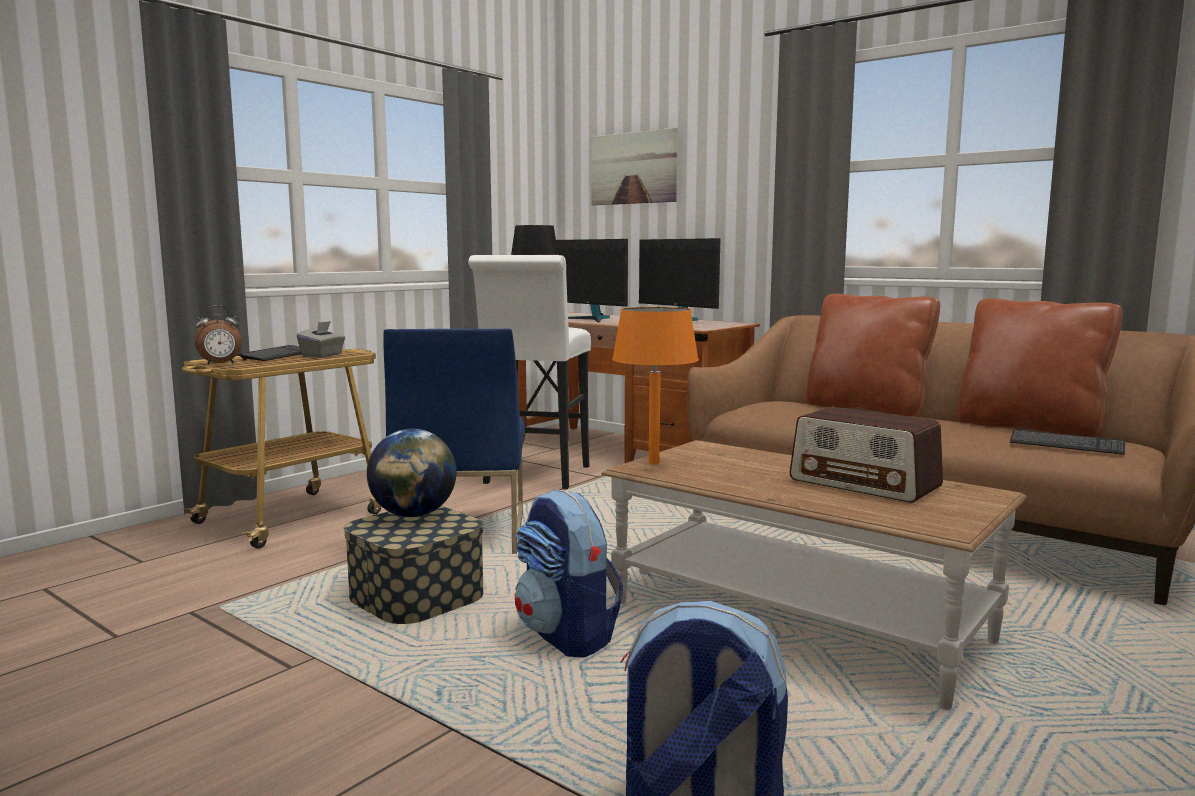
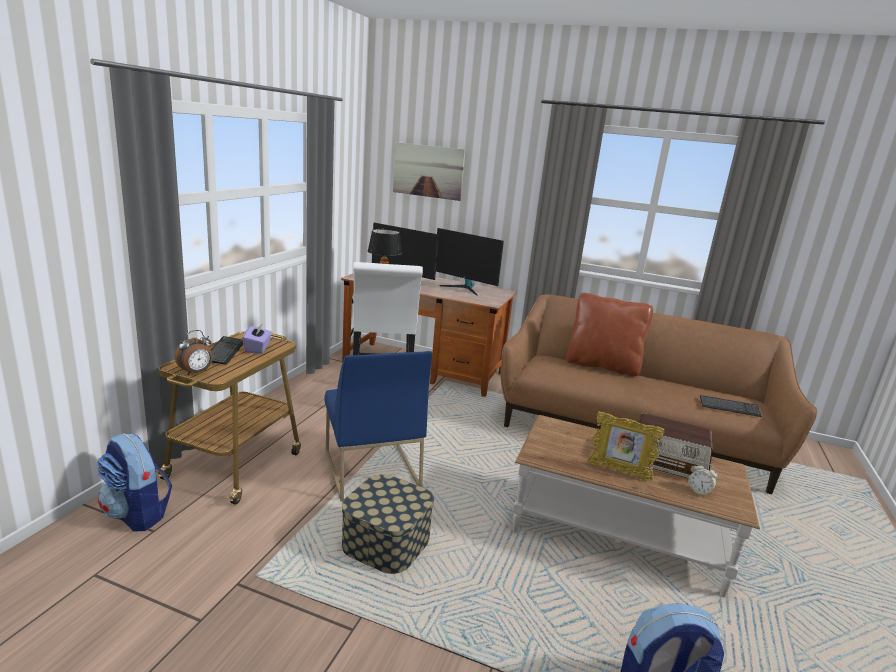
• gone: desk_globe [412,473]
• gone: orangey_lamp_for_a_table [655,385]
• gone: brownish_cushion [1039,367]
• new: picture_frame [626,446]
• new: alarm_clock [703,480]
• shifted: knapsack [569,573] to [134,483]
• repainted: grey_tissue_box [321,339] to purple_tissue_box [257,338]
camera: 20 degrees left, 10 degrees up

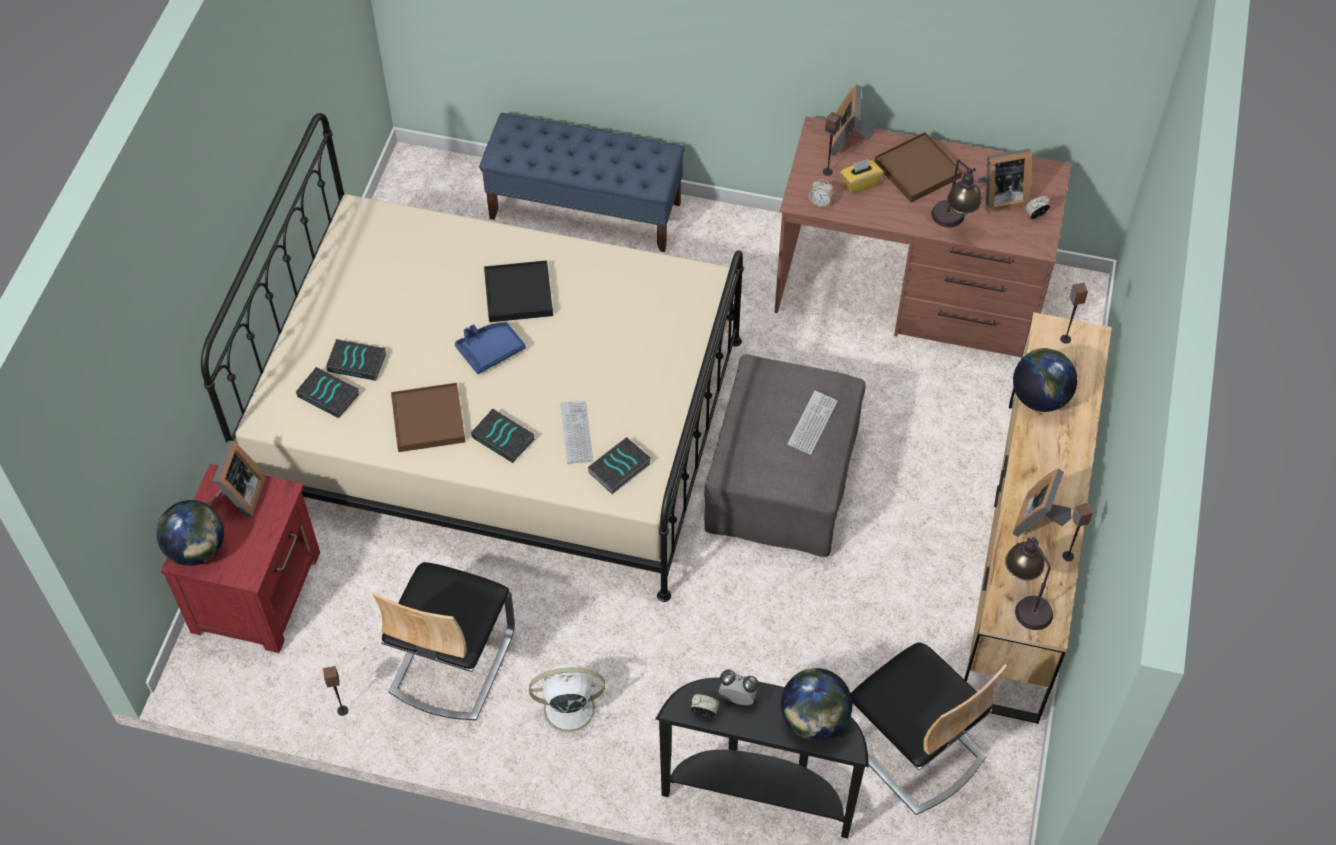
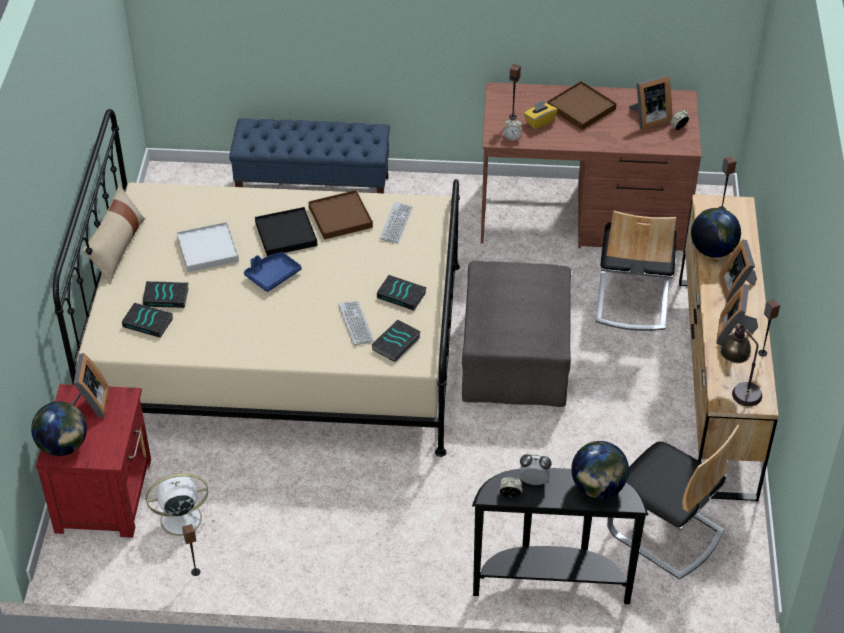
• gone: lamp_for_a_table [956,193]
• new: sand-coloured_cushion [113,234]
• new: whitish_serving_tray [208,247]
• shifted: plain_chair [443,641] to [636,271]
• shifted: brownish_serving_tray [428,417] to [340,215]
• shifted: volume [503,436] to [402,293]
• shifted: whitish_cooling_fan [569,704] to [180,509]
• shifted: keyboard [812,423] to [396,223]
• shifted: picture_frame [853,120] to [738,270]
camera: 10 degrees left, 10 degrees down

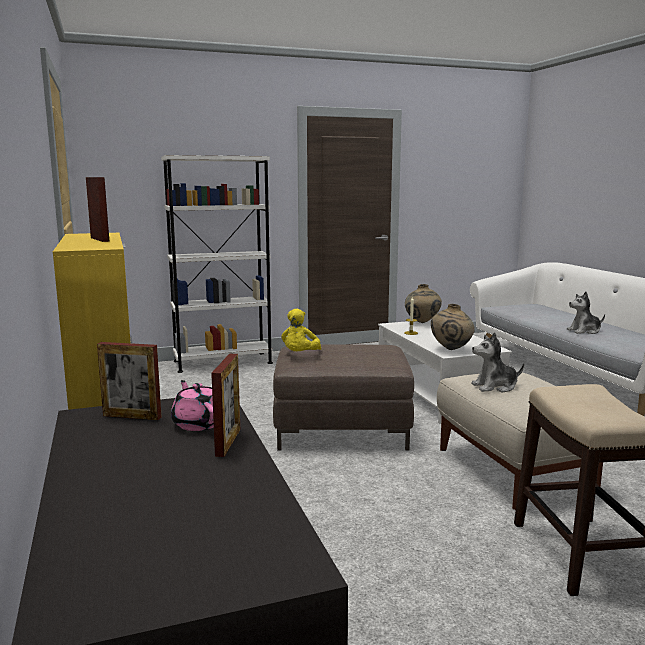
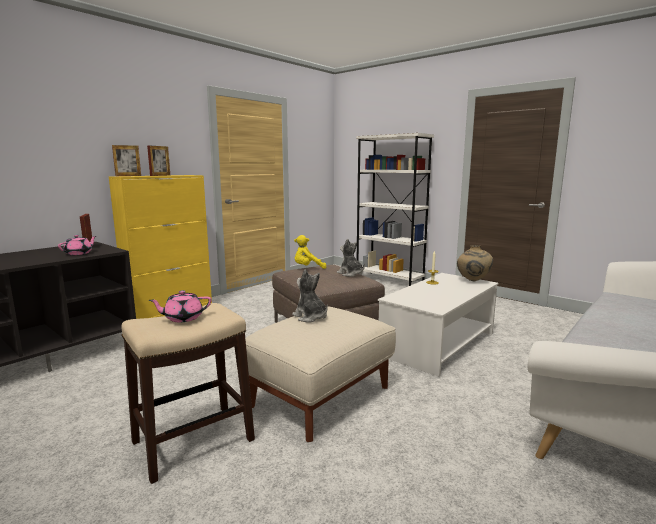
• gone: sand-coloured_decorative_vase [453,327]
• new: pinkish_pot_for_tea [180,306]
• shifted: picture_frame [225,405] to [126,160]
• shifted: plush_toy [586,312] to [351,257]
camera: 60 degrees right, 0 degrees up

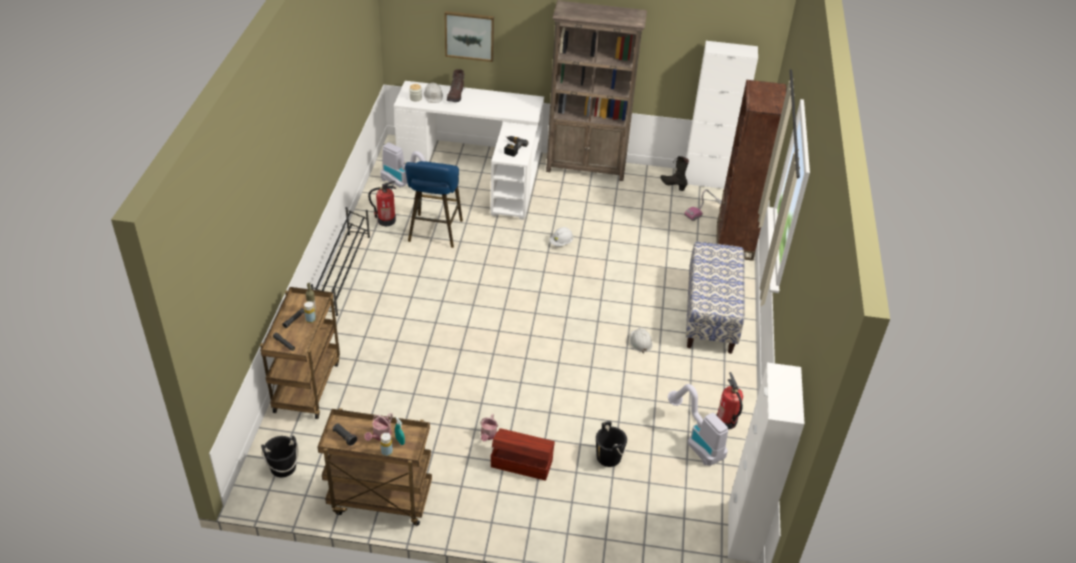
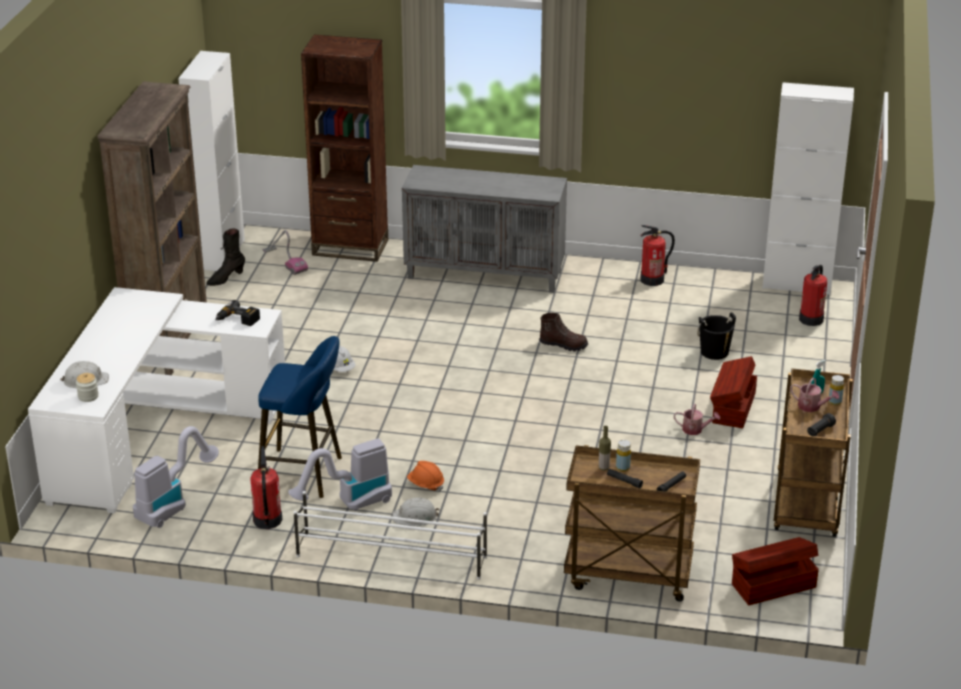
• gone: wall_picture [469,36]
• new: orangey_safety_helmet [425,476]
• new: extinguisher [813,295]
• shifted: brownish_tall_boot [456,85] to [563,332]
• shifted: whitish_safety_helmet [641,341] to [416,512]
• shifted: hoover [698,425] to [340,474]
• swapped: blackish_pail [280,456] to brownish_storage_bin [775,571]
• swapped: bench [715,298] to grey_cabinet [484,229]
• repainted: blackish_shoe_stand [340,261] to whitish_shoe_stand [390,535]
camera: 85 degrees left, 10 degrees down

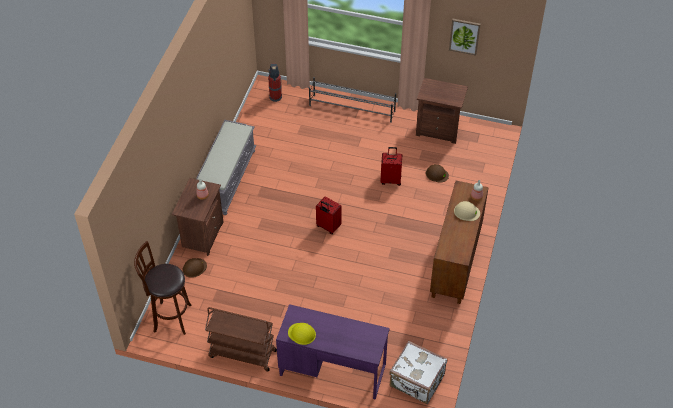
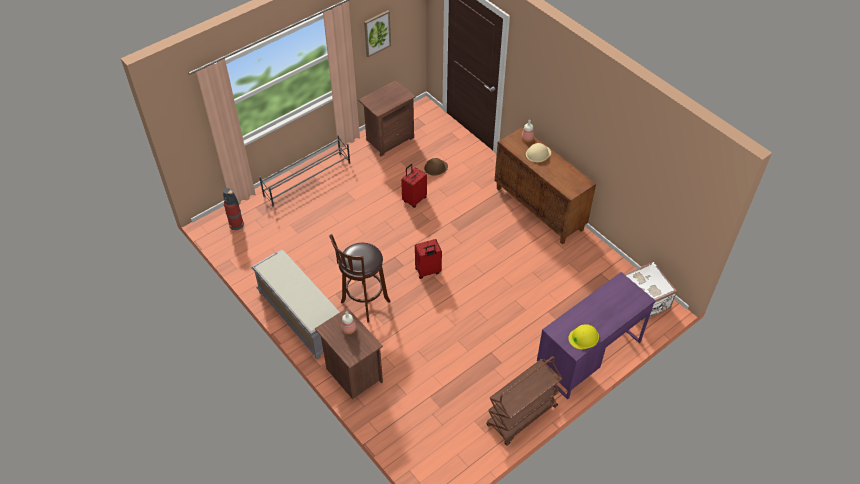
• gone: brownish_safety_helmet [194,268]
• shifted: brownish_stool [162,288] to [360,278]
camera: 55 degrees left, 0 degrees up

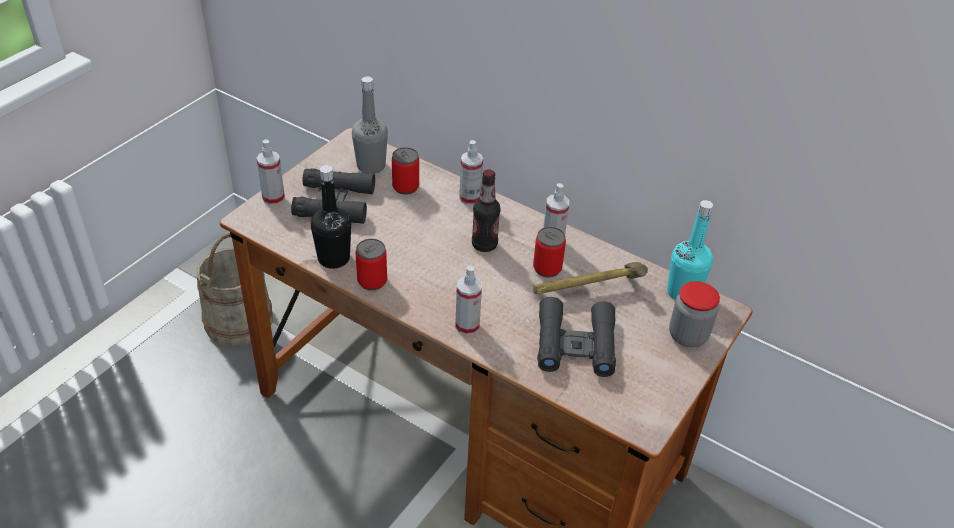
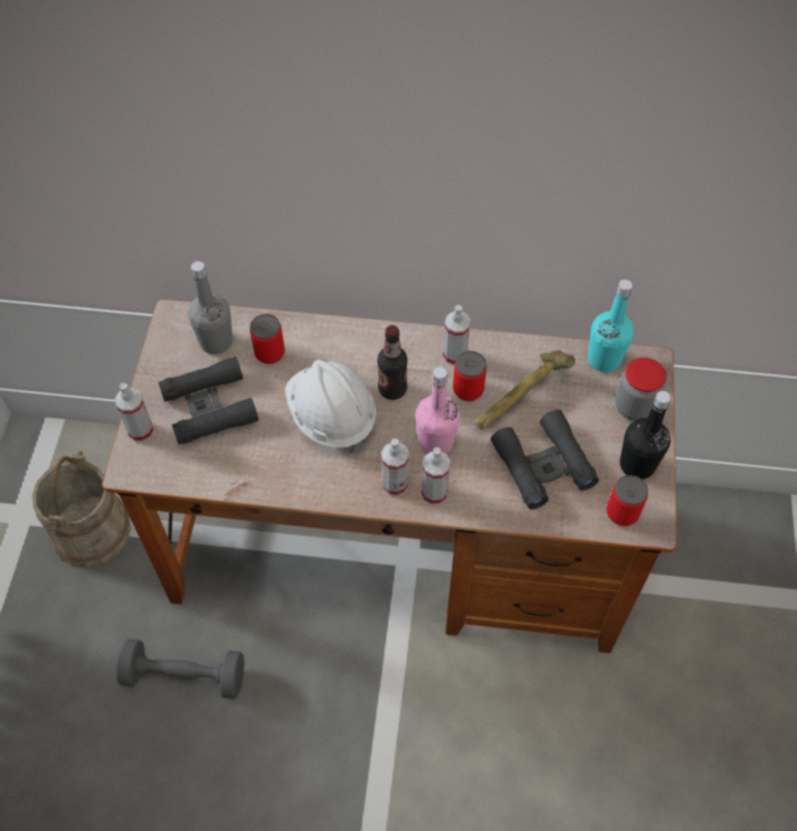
• new: grey_free_weight [180,669]
• new: whitish_safety_helmet [330,406]
• new: pinkish_bottle [437,410]
• shifted: blackish_bottle [331,217] to [645,435]
• shifted: metal_can [371,264] to [627,500]
• shifted: hand_sprayer [471,172] to [395,467]
camera: 25 degrees left, 15 degrees up

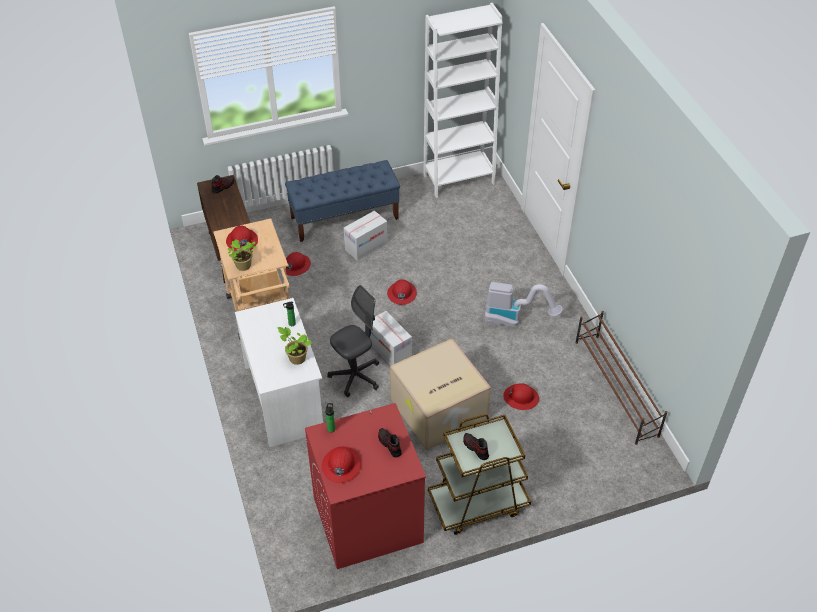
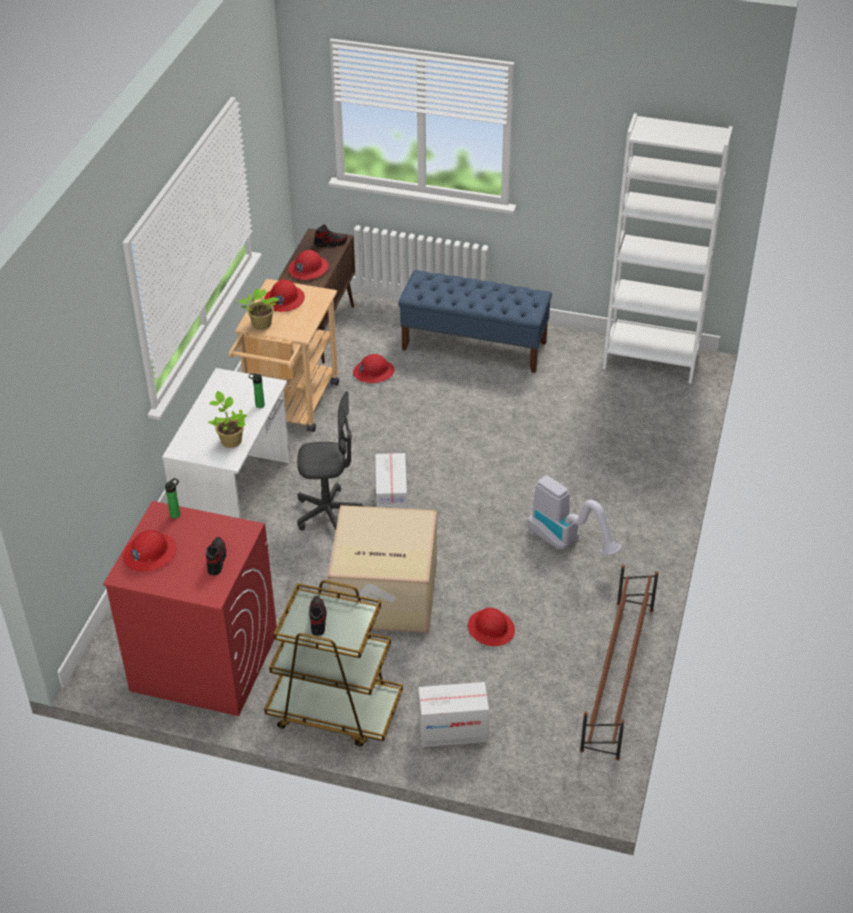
• shifted: packing_box [366,236] to [453,714]
• shifted: red_safety_helmet [402,292] to [309,265]
camera: 35 degrees right, 5 degrees down

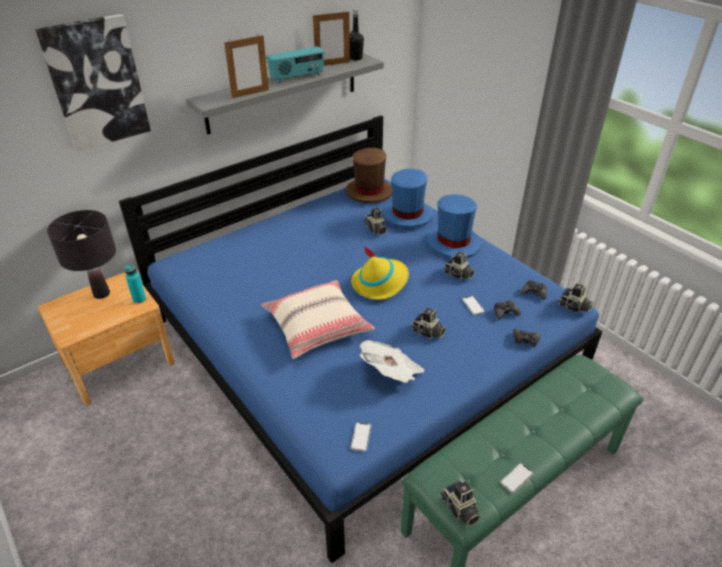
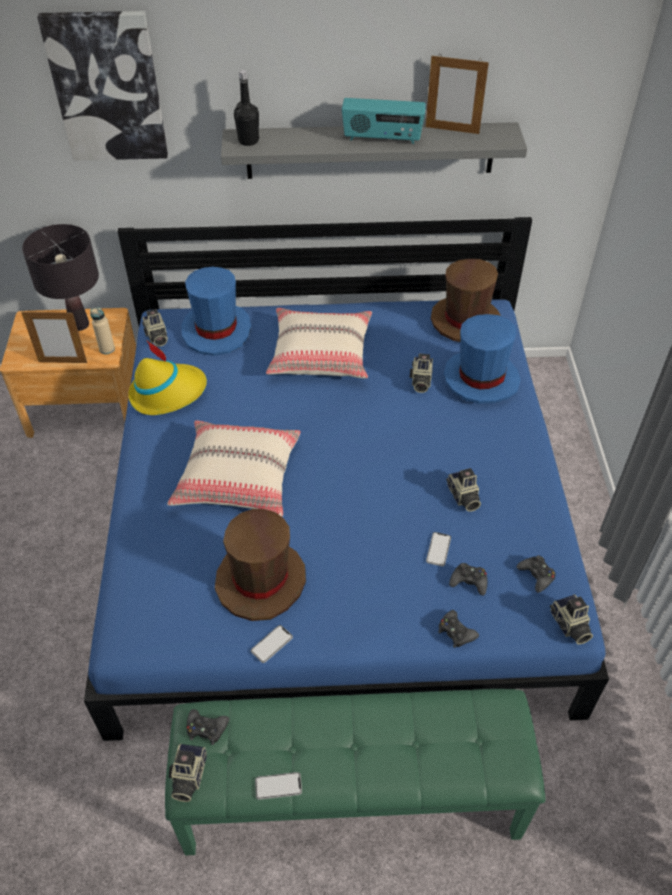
• new: blackish_gamepad [208,727]
• new: sand-coloured_cushion [319,343]
• shifted: picture_frame [246,66] to [54,336]
• shifted: blackish_bottle [356,34] to [246,108]
• shifted: phone [361,437] to [272,644]
• shifted: yellow-coloured_clothing_hat [380,273] to [167,377]
• shifted: photo_camera [428,323] to [155,328]
• shifted: bluish_clothing_hat [454,226] to [216,311]
• swapped: newspaper [391,361] to brownish_clothing_hat [260,565]
• repainted: turquoise-coloured_bottle [135,284] to sand-coloured_bottle [102,331]
camera: 35 degrees right, 10 degrees up

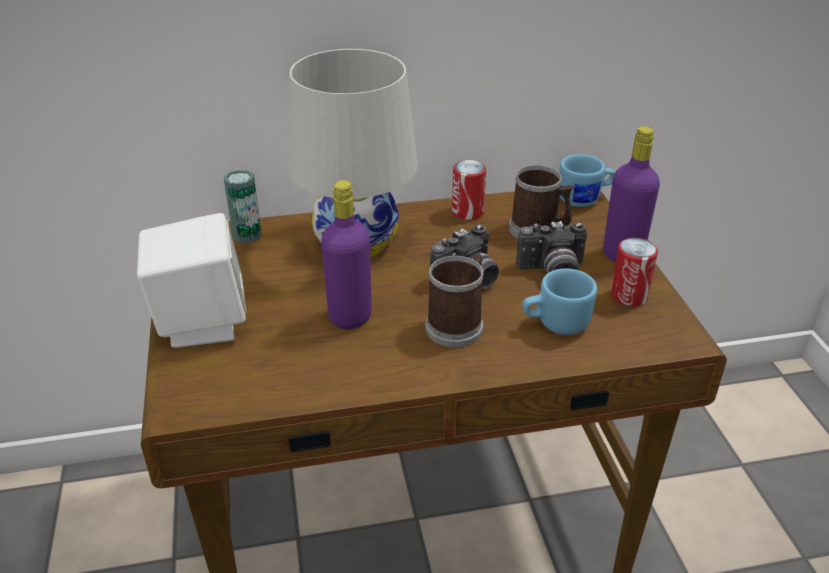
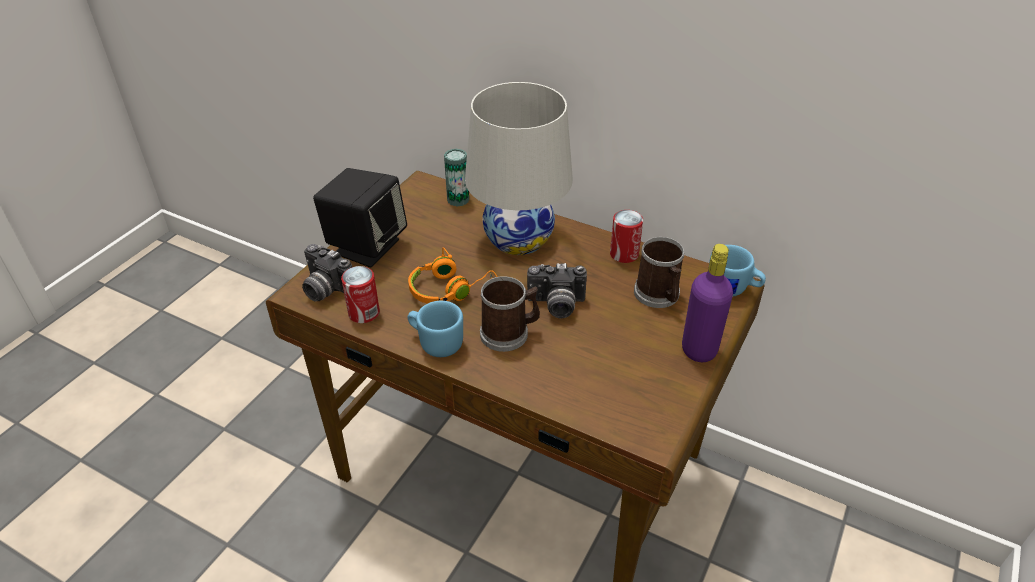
• shifted: photo_camera [551,247] to [327,273]
• shifted: bluish_tea_mug [559,301] to [435,329]
• shifted: metal_can [634,272] to [360,294]
• swapped: purple_bottle [346,255] to orangey_pair_of_headphones [452,275]
• repainted: whitish_loudspeaker [191,280] to blackish_loudspeaker [360,217]
camera: 40 degrees right, 5 degrees up

